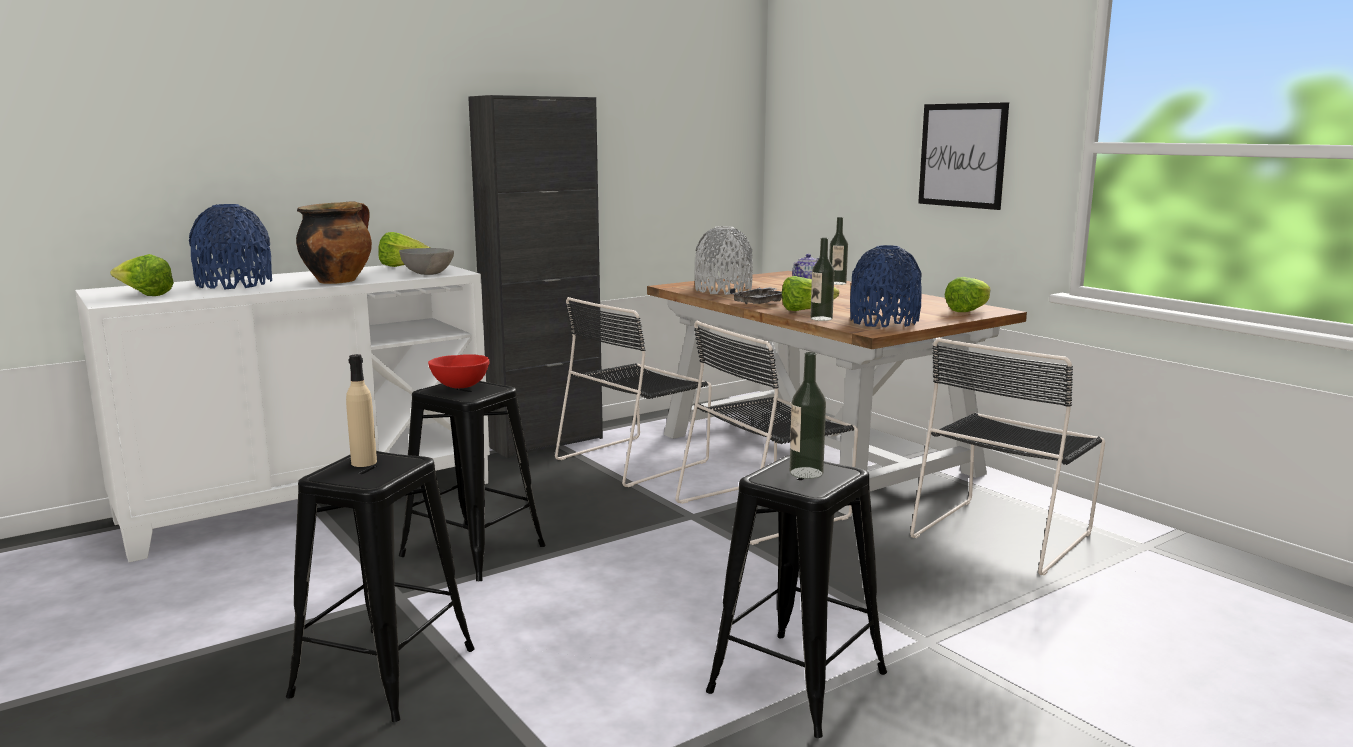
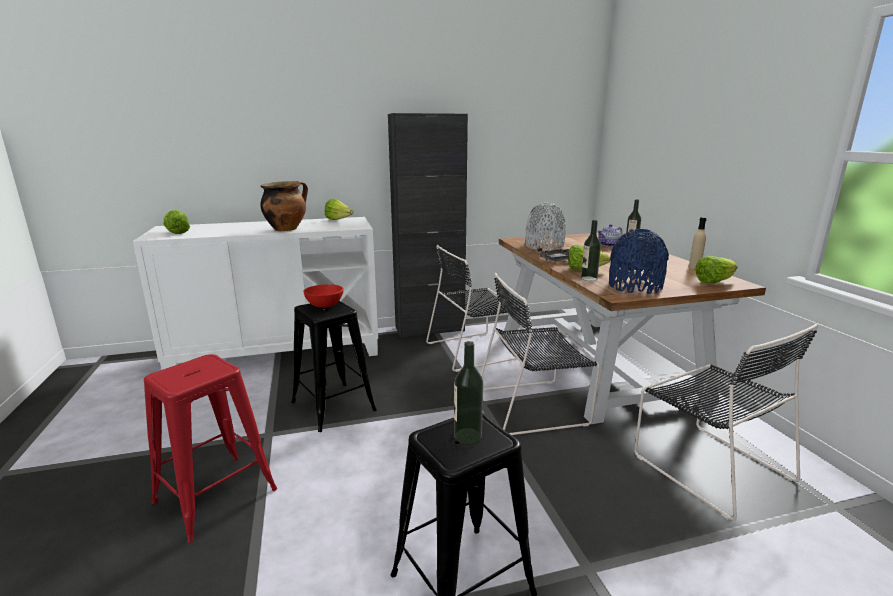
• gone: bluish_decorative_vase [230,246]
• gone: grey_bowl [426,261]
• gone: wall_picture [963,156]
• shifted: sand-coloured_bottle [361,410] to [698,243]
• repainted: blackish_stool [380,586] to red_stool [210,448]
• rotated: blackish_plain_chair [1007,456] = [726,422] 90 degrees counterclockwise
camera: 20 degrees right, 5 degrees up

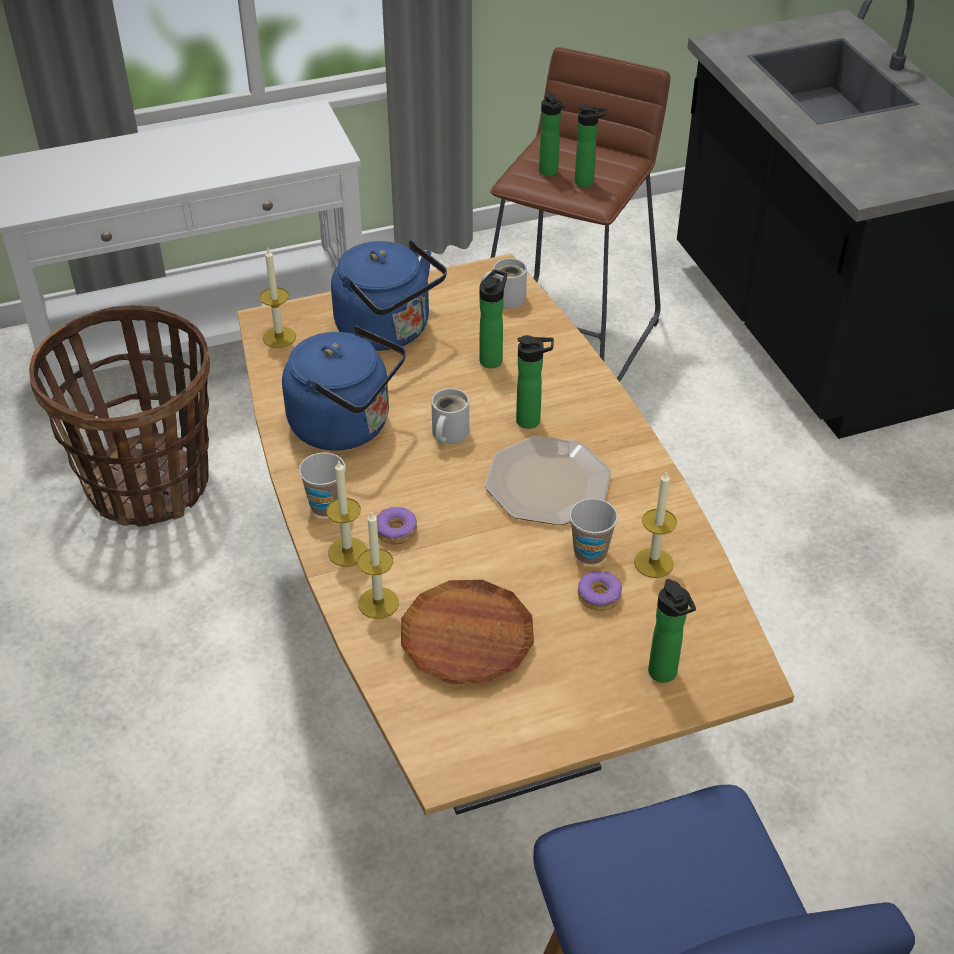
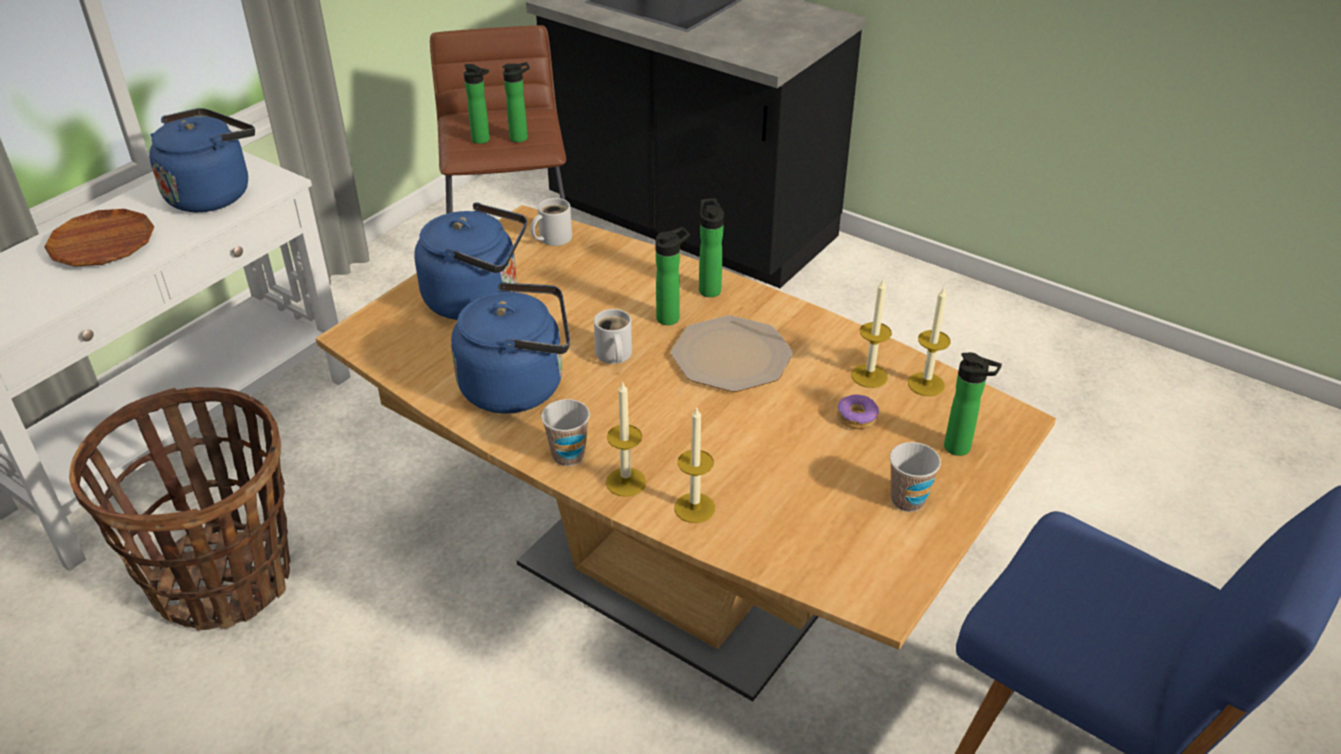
• gone: donut [396,526]
• new: bluish_tea_kettle [202,160]
• shifted: wax_candle [278,298] to [929,341]
• shifted: brownish_dinner_plate [467,632] to [99,238]
• shifted: bottle [493,318] to [711,247]
• shifted: cup [593,531] to [915,477]
camera: 35 degrees left, 5 degrees down

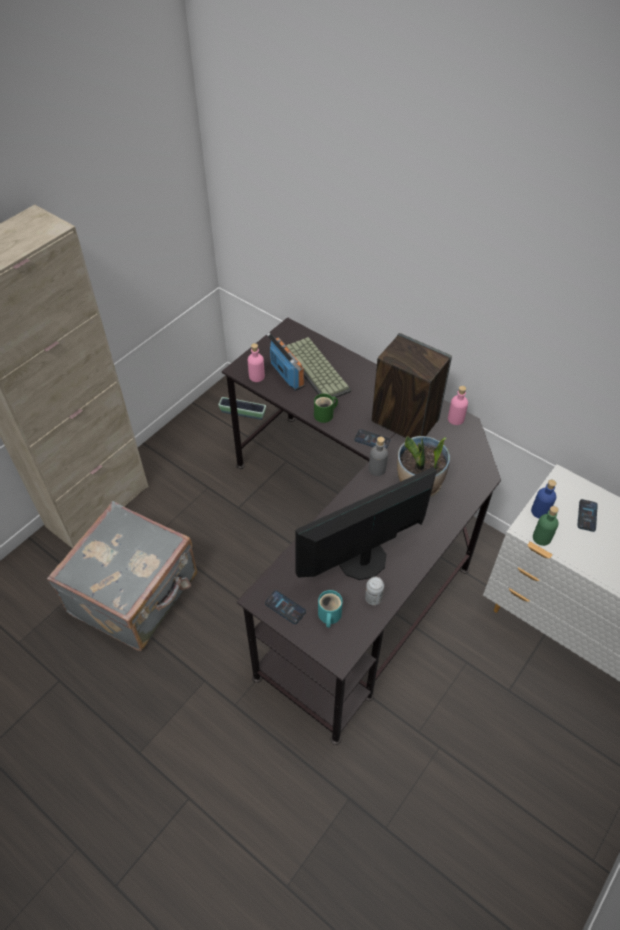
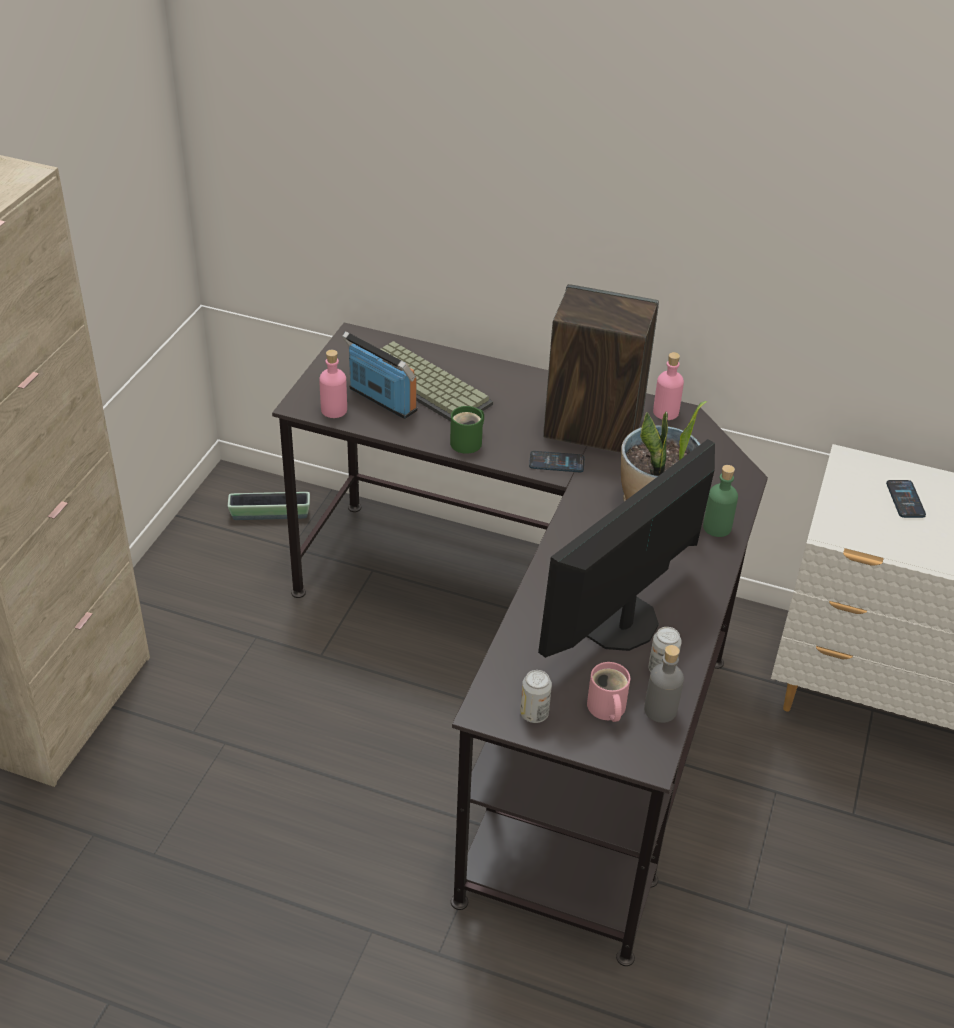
• gone: grey_travel_case [122,576]
• gone: bluish_bottle [543,499]
• shifted: grey_bottle [378,456] to [664,684]
• shifted: green_bottle [546,526] to [720,501]
• swapped: phone [285,607] to metal_can [536,696]
• repainted: turquoise-coloured_tea_mug [330,609] to pinkish_tea_mug [608,692]
camera: 20 degrees left, 10 degrees down

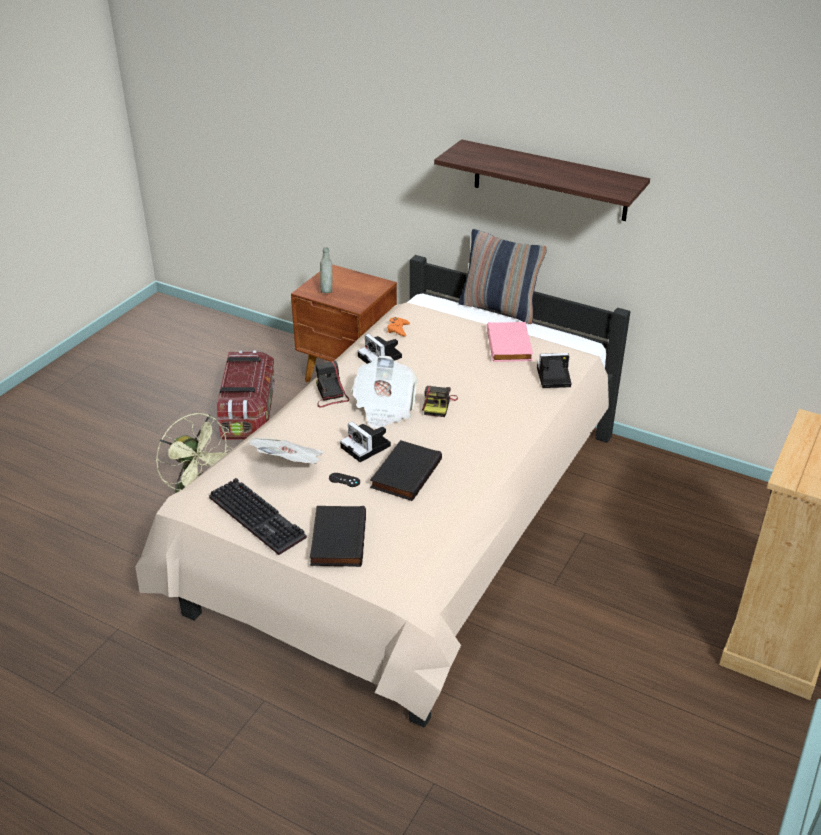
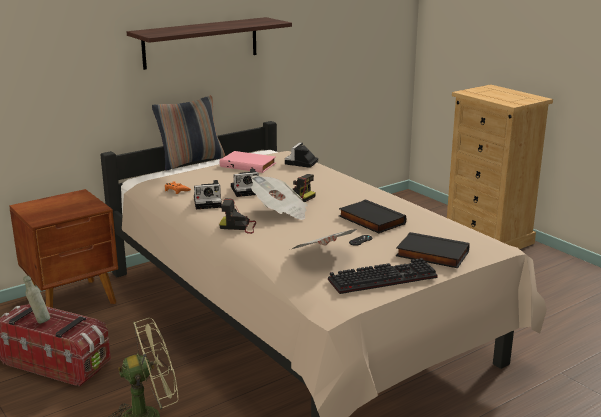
• shifted: grey_bottle [326,270] to [36,300]
• shifted: photo_camera [365,442] to [245,182]
camera: 65 degrees left, 15 degrees down

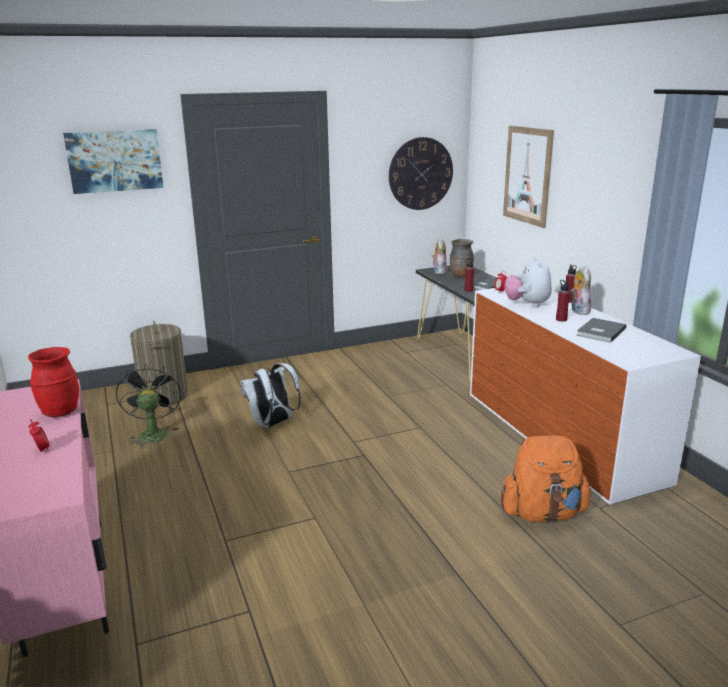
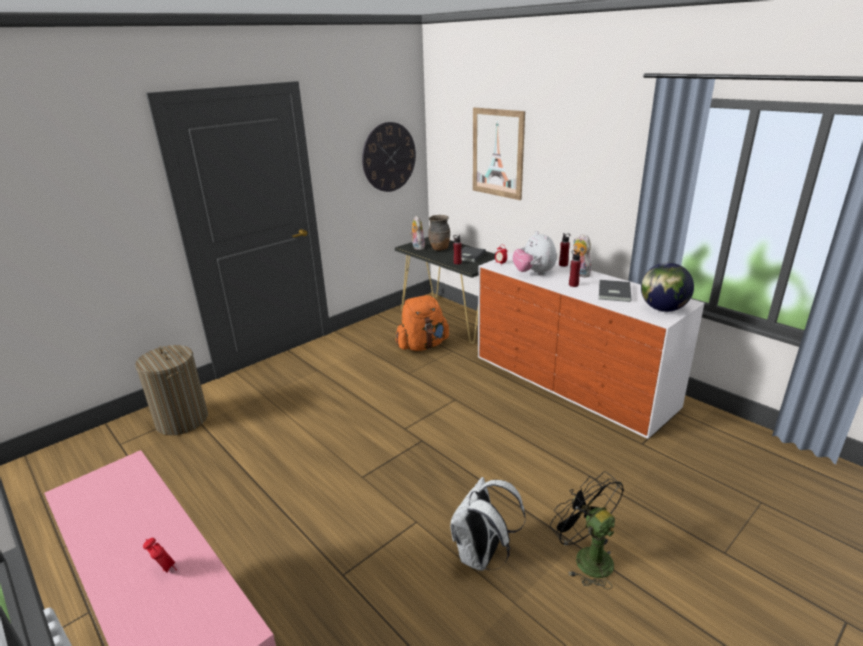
• gone: red_decorative_vase [53,382]
• gone: wall_picture [113,161]
• new: desk_globe [667,287]
• shifted: blackish_cooling_fan [148,405] to [587,530]
• shifted: whitish_knapsack [270,395] to [487,524]
• shifted: orangey_knapsack [545,479] to [422,323]
camera: 20 degrees left, 5 degrees up

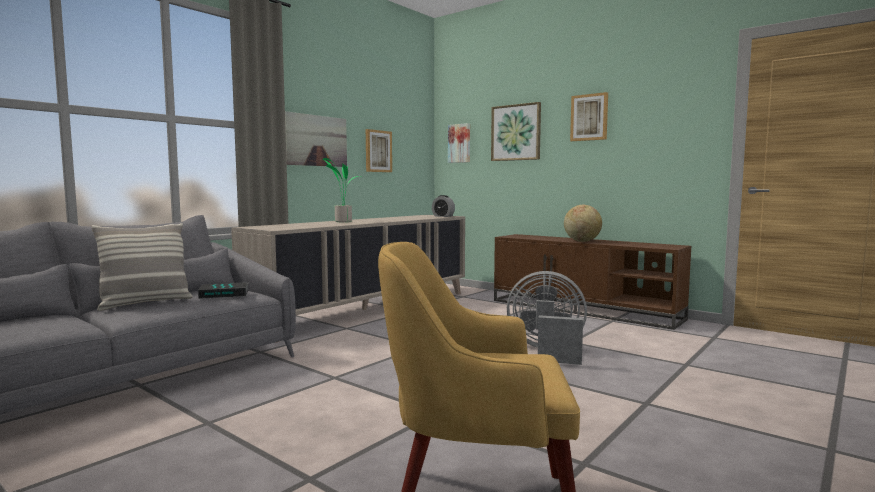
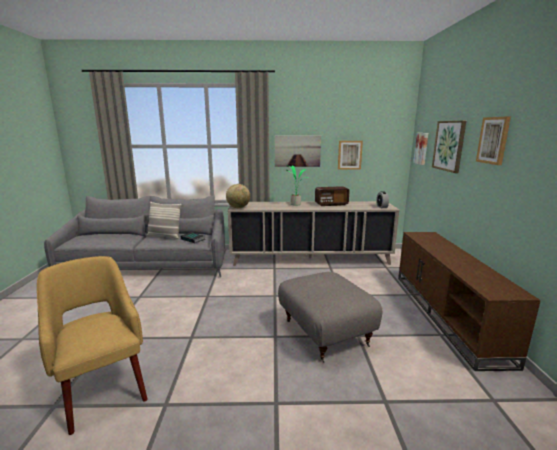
• new: radio [332,196]
• shifted: desk_globe [583,223] to [238,196]
• swapped: grey_cooling_fan [547,318] to grey_pouffe [330,317]
camera: 50 degrees right, 10 degrees up

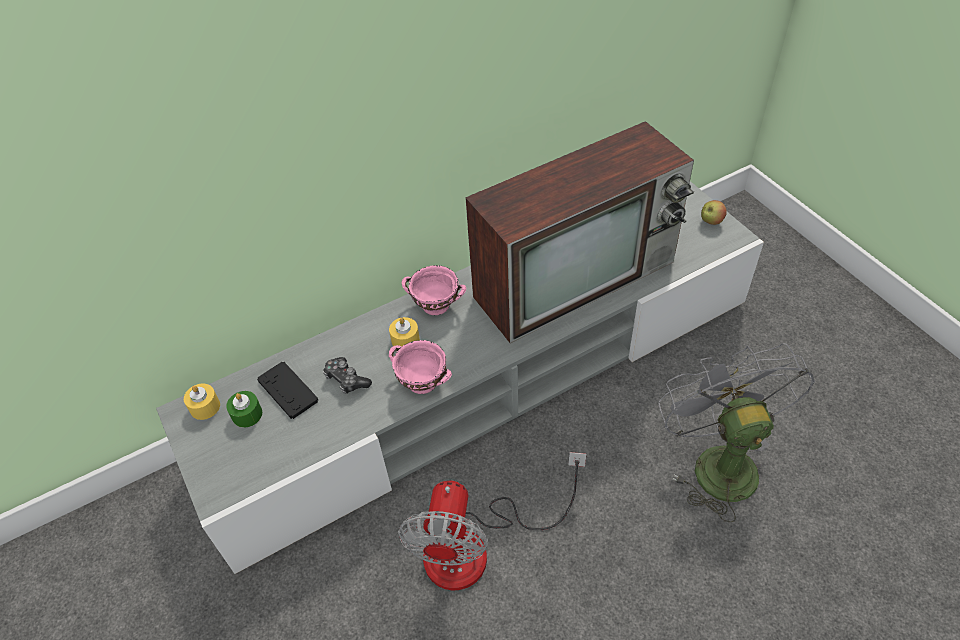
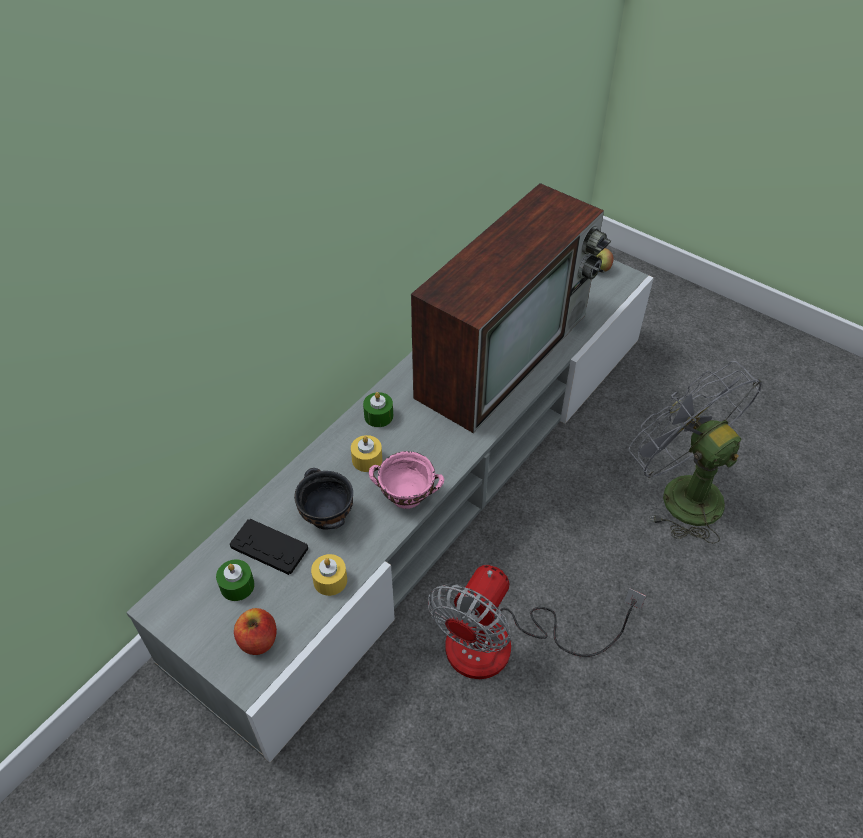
• new: apple_fruit [255,631]
• shifted: yellow-coloured_wax_candle [202,402] to [329,575]
• swapped: gamepad [347,375] to blackish_bowl [323,499]
• swapped: pinkish_bowl [434,290] to green_wax_candle [378,409]
• rotated: cooling_fan [492,521] = [537,622] 45 degrees clockwise
camera: 25 degrees left, 0 degrees up

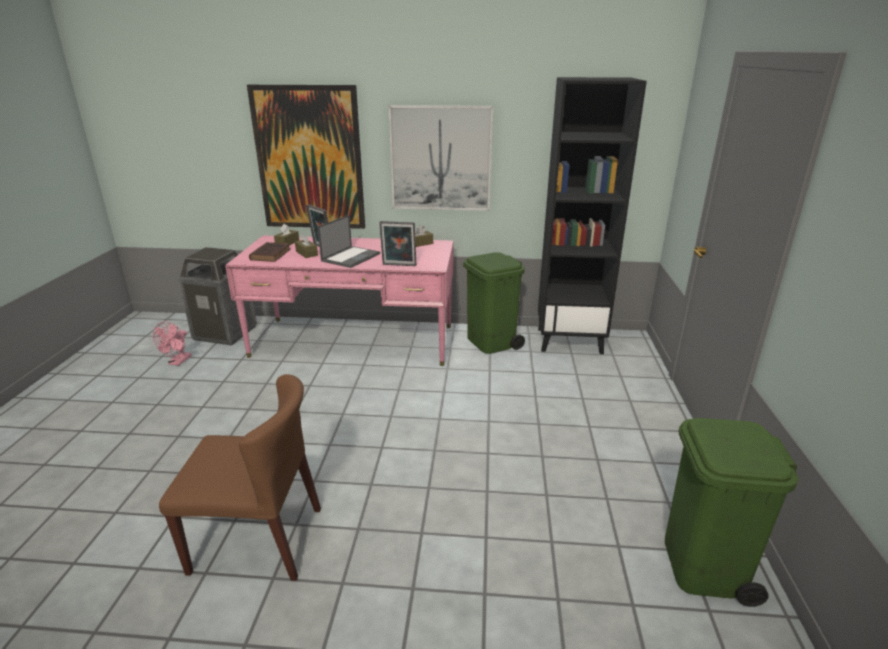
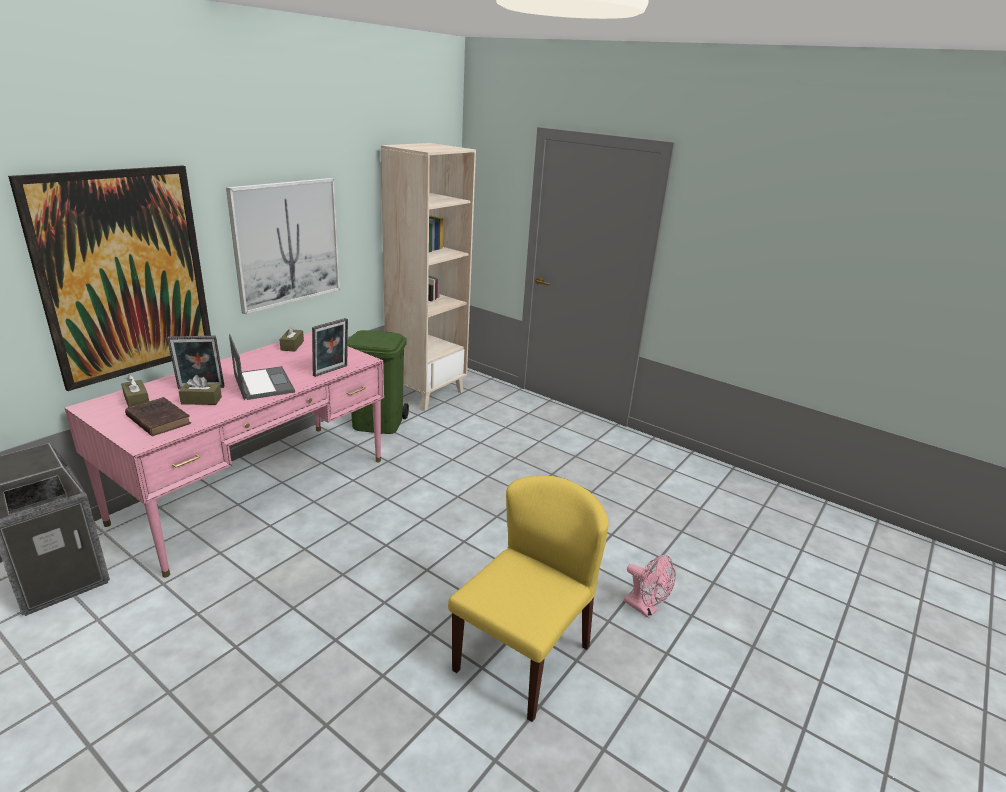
• gone: green_trash_can [732,512]
• shifted: pinkish_cooling_fan [172,343] to [650,586]
• repainted: brownish_plain_chair [240,477] to yellow-coloured_plain_chair [528,598]
• repainted: blackish_bookcase [592,215] to sand-coloured_bookcase [428,277]
camera: 60 degrees left, 0 degrees up

